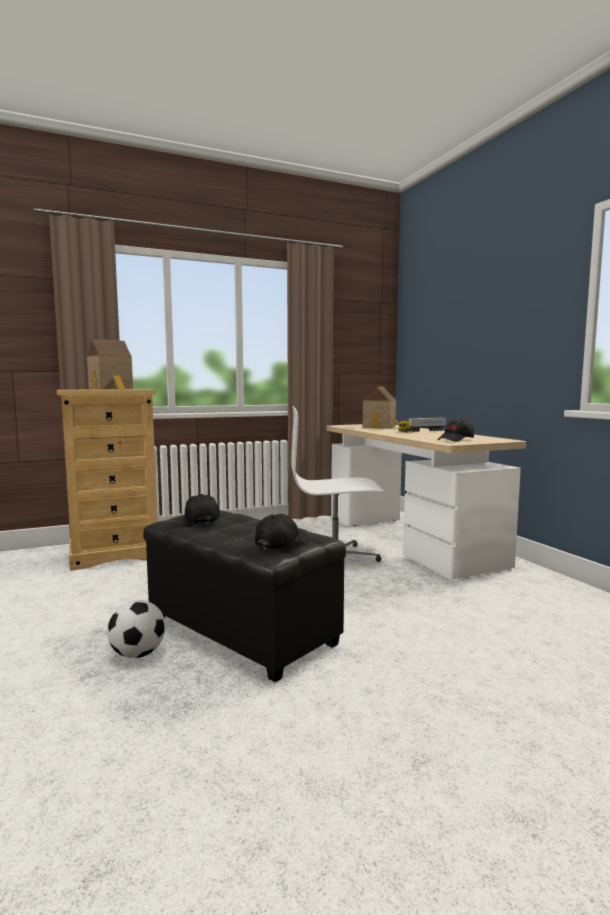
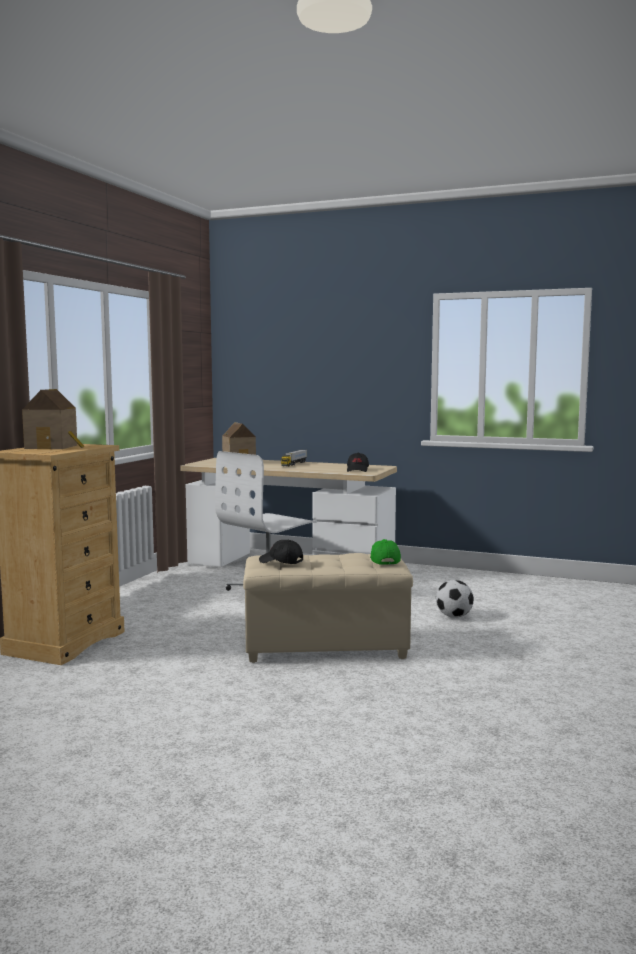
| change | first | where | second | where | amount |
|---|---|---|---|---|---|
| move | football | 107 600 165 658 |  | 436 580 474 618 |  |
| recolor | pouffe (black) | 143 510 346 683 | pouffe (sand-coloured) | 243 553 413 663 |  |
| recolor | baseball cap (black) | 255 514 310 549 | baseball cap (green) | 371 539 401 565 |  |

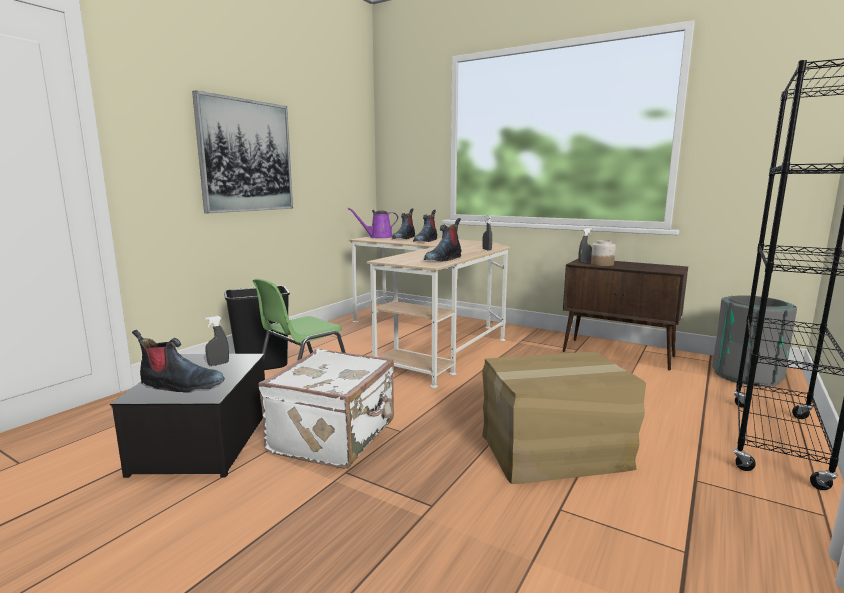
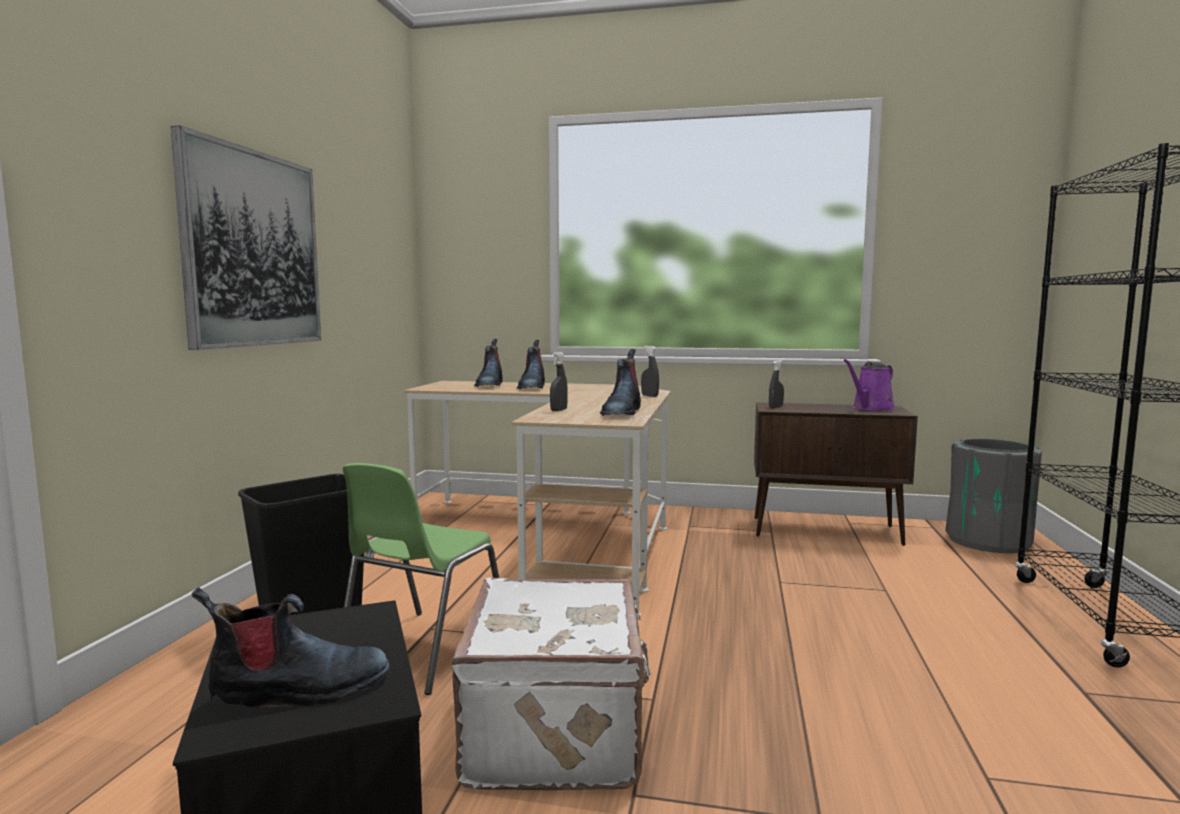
| change | first | where | second | where | amount |
|---|---|---|---|---|---|
| delete | cardboard box | 482 352 646 484 |  |  |  |
| delete | preserve jar | 591 240 616 266 |  |  |  |
| move | spray bottle (grey) | 205 316 229 366 |  | 550 352 568 411 |  |
| move | sprinkling can (purple-coloured) | 348 208 398 238 |  | 844 359 896 411 |  |

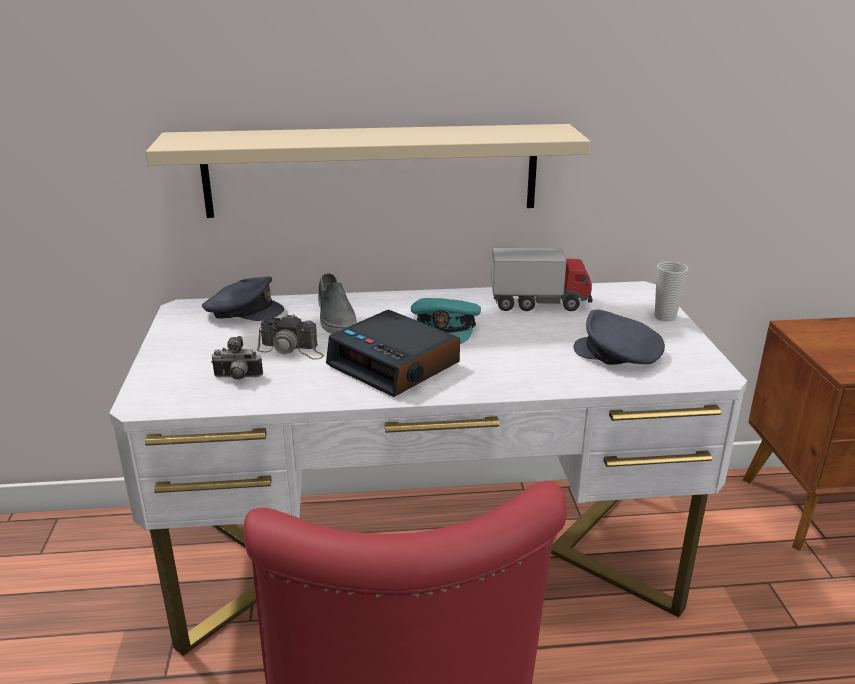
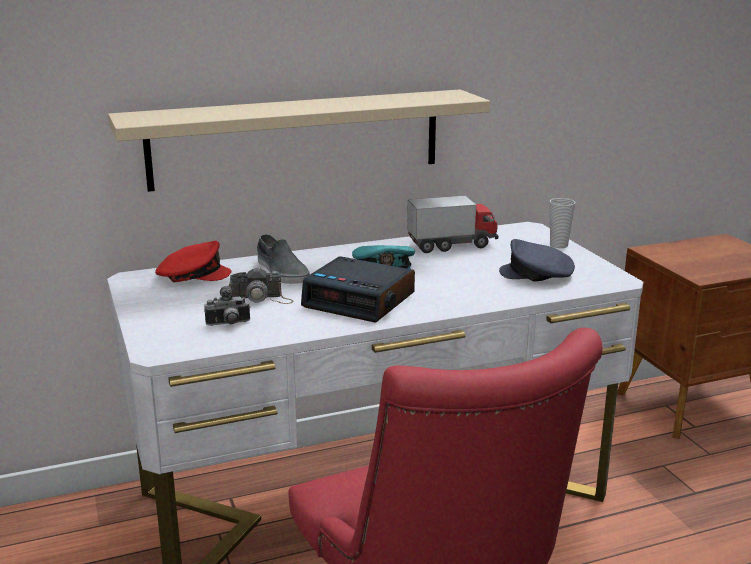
| change | first | where | second | where | amount |
|---|---|---|---|---|---|
| recolor | baseball cap (grey) | 202 276 284 321 | baseball cap (red) | 155 241 231 282 |  |

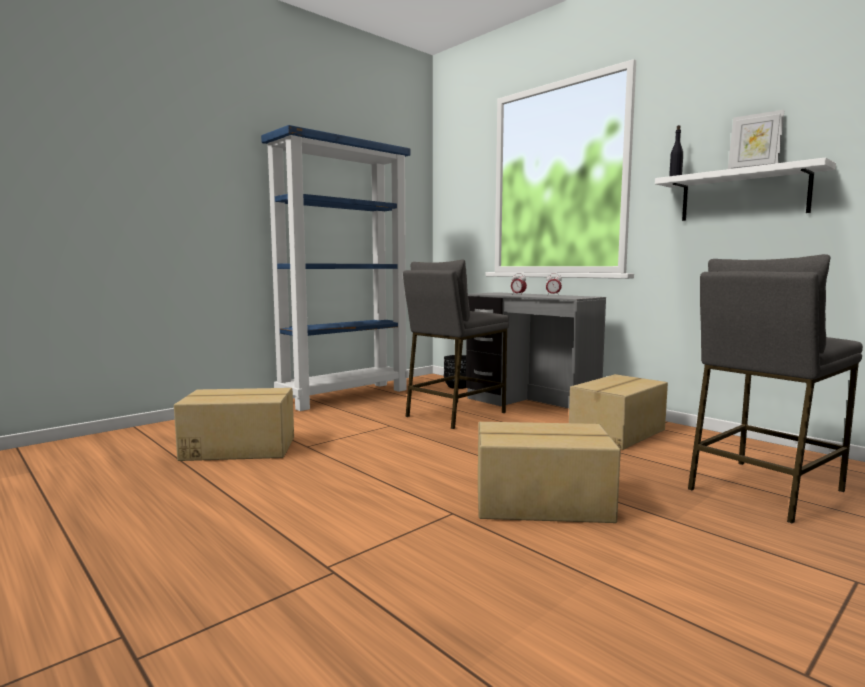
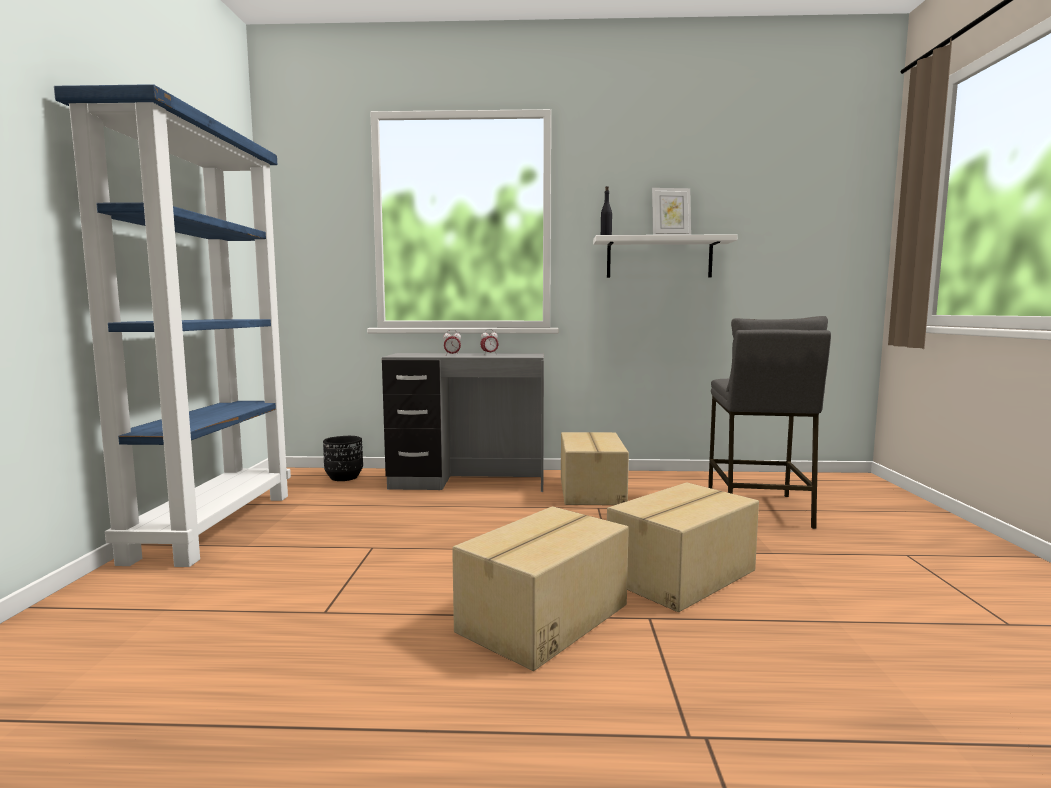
| change | first | where | second | where | amount |
|---|---|---|---|---|---|
| delete | stool seat (grey) | 403 259 509 429 |  |  |  |
| move | cardboard box | 174 388 294 461 |  | 452 506 629 671 |  |

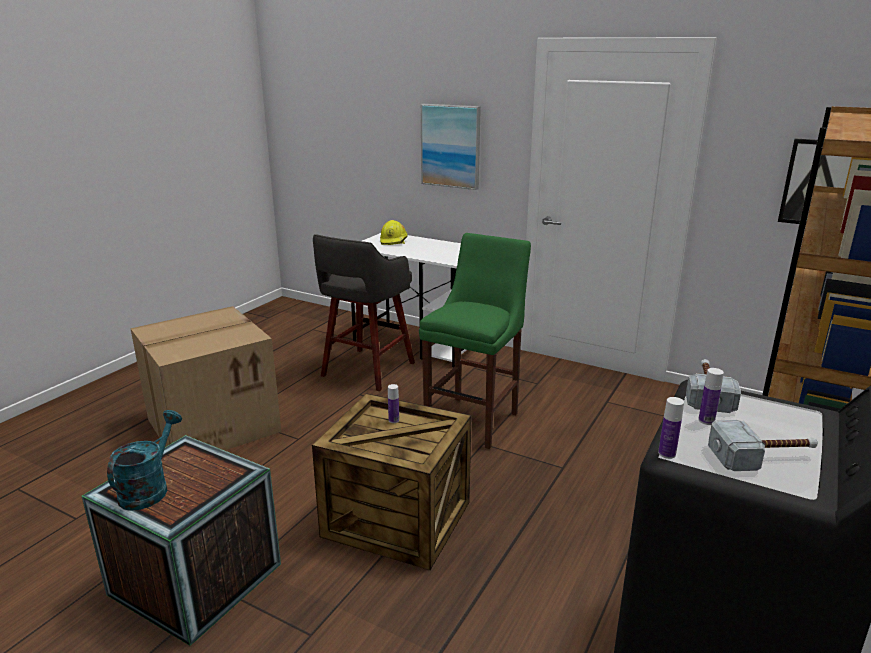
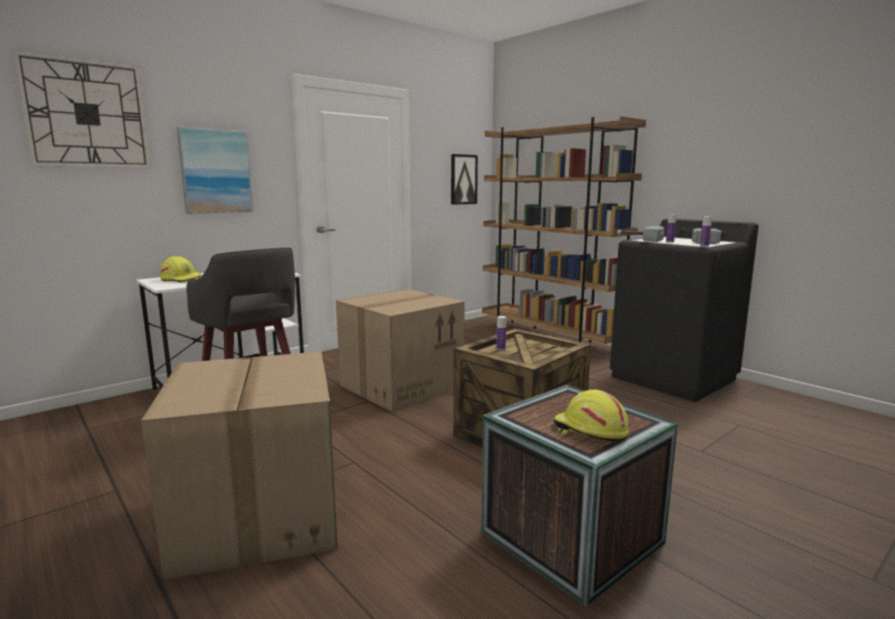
| change | first | where | second | where | amount |
|---|---|---|---|---|---|
| insert |  |  | hanging clock | 13 50 151 168 |  |
| replace | sprinkling can (blue-green) | 107 410 182 511 | work helmet (yellow-coloured) | 554 390 629 442 |  |
| replace | stool seat (green) | 419 233 531 449 | cardboard box | 336 289 465 412 |  |

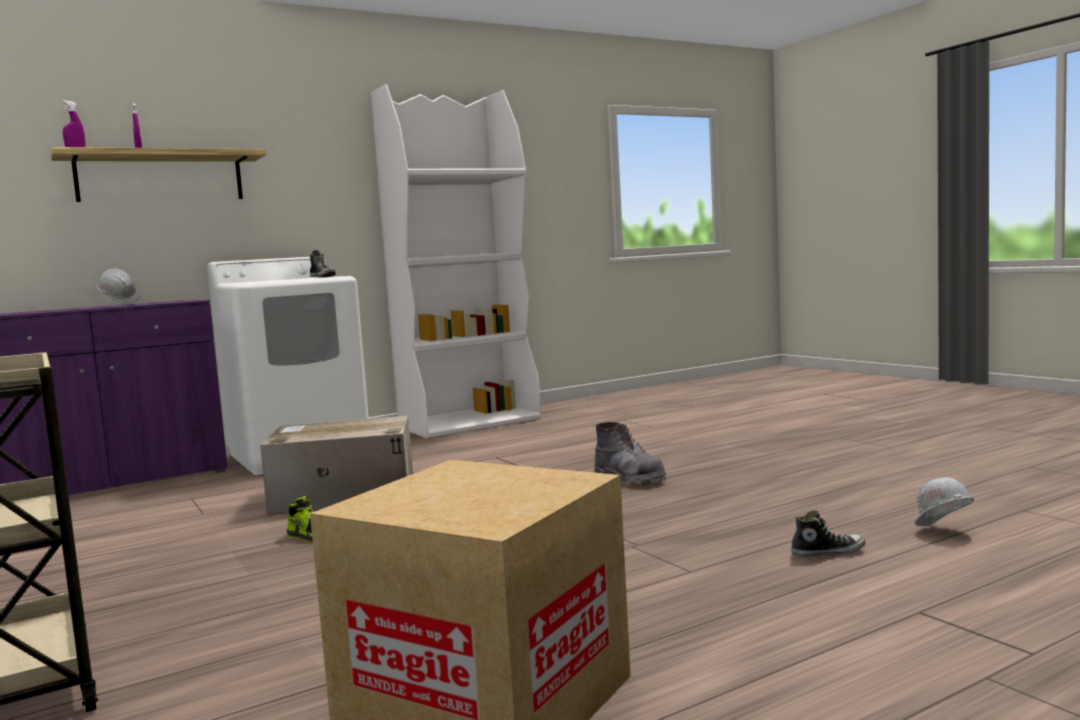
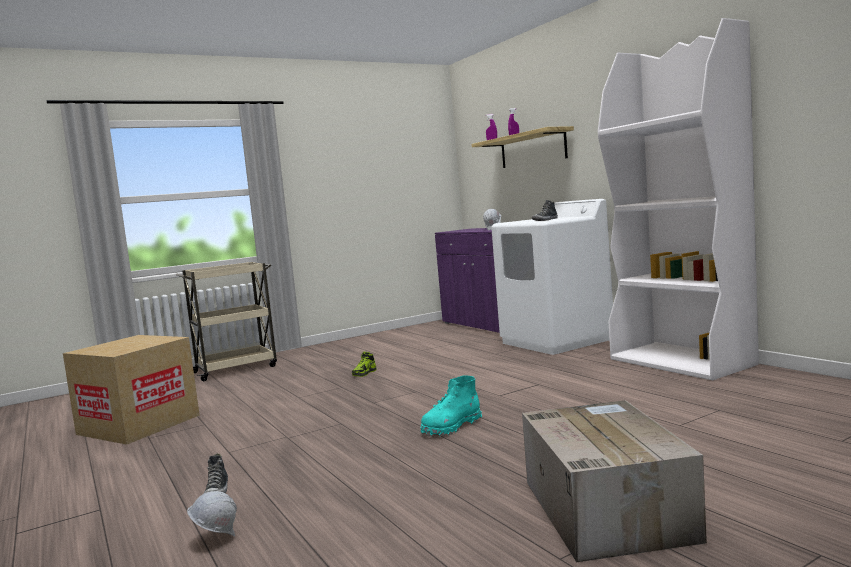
| change | first | where | second | where | amount |
|---|---|---|---|---|---|
| move | cardboard box | 260 416 413 514 |  | 522 400 707 562 |  |
| recolor | high-top boot (grey) | 594 422 666 485 | high-top boot (blue-green) | 420 375 482 437 |  |

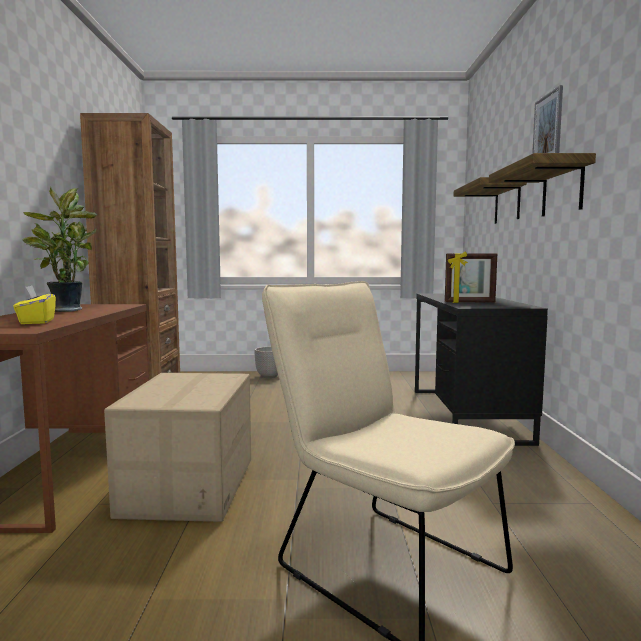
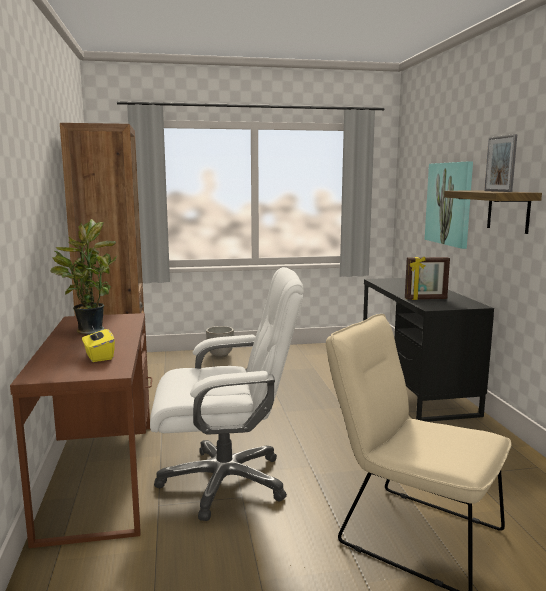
| change | first | where | second | where | amount |
|---|---|---|---|---|---|
| replace | cardboard box | 104 373 251 522 | computer chair (white-coloured) | 150 267 304 521 |  |
| replace | wall shelf | 454 177 527 224 | picture | 425 161 473 249 |  |

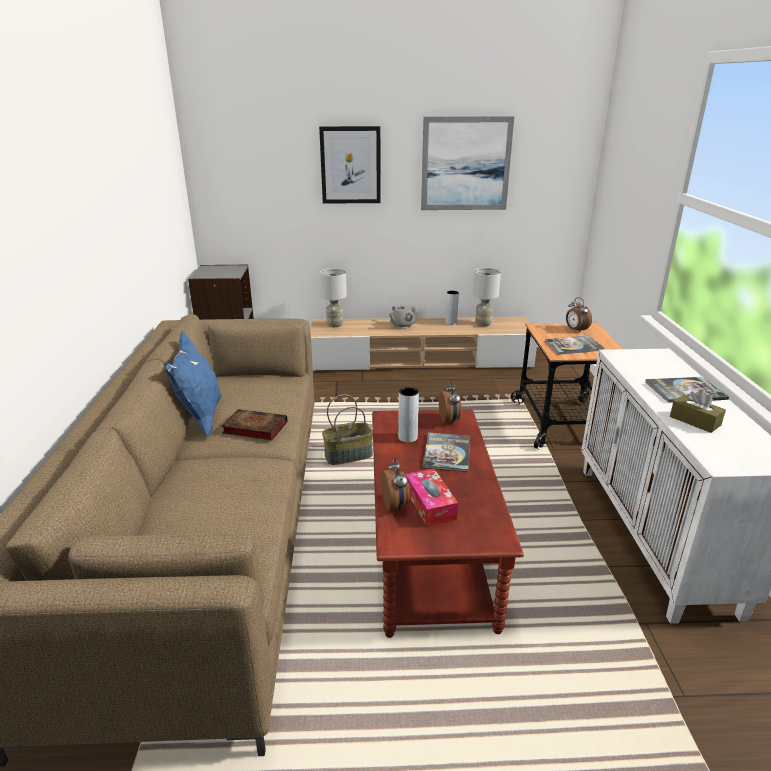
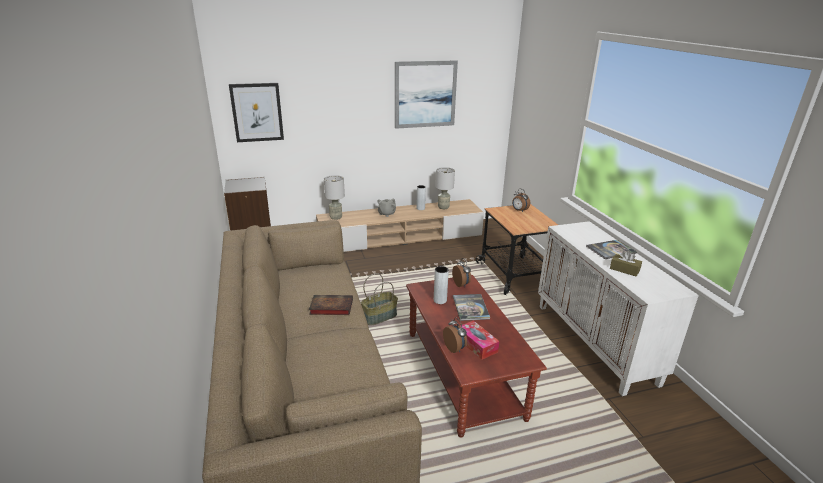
| change | first | where | second | where | amount |
|---|---|---|---|---|---|
| delete | pillow (bluish) | 165 331 222 437 |  |  |  |
| delete | volume | 545 335 604 355 |  |  |  |
| move | picture | 319 126 381 204 |  | 229 83 284 142 |  |

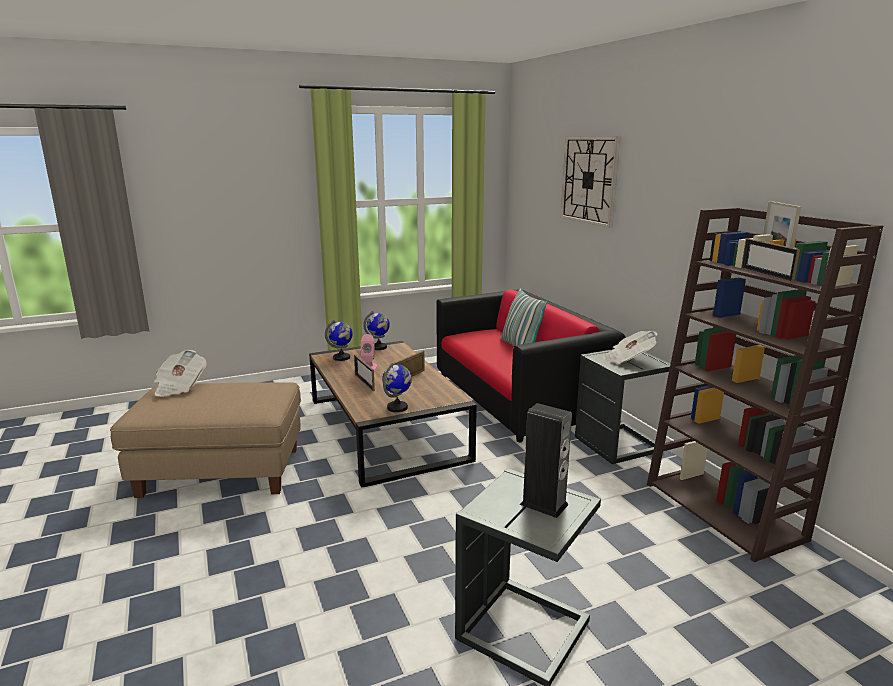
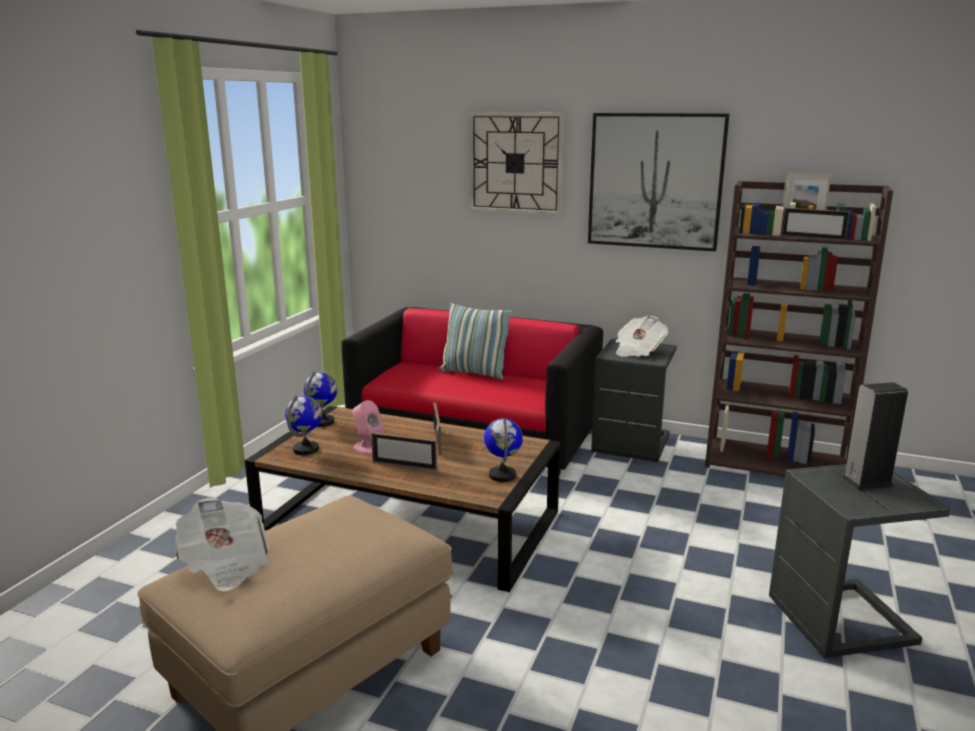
| change | first | where | second | where | amount |
|---|---|---|---|---|---|
| insert |  |  | picture | 588 113 729 252 |  |

